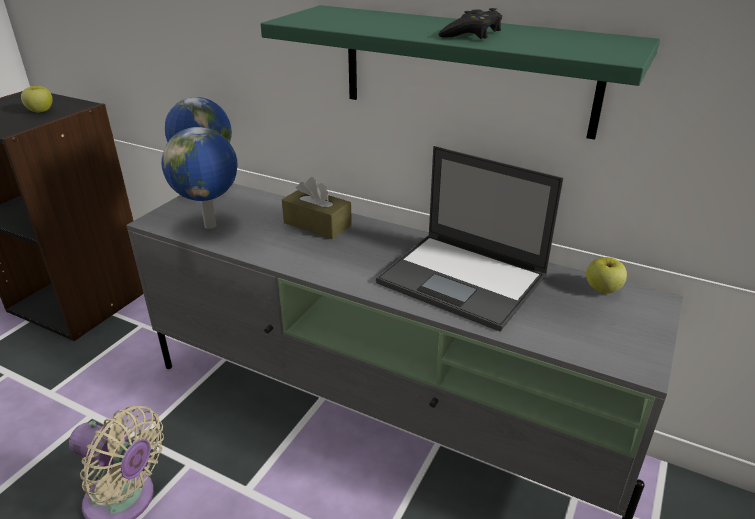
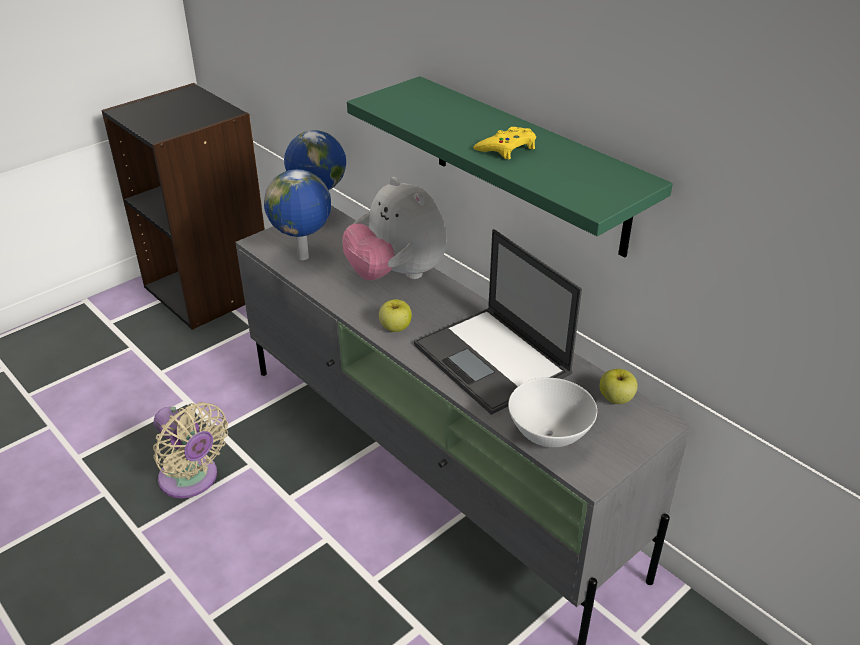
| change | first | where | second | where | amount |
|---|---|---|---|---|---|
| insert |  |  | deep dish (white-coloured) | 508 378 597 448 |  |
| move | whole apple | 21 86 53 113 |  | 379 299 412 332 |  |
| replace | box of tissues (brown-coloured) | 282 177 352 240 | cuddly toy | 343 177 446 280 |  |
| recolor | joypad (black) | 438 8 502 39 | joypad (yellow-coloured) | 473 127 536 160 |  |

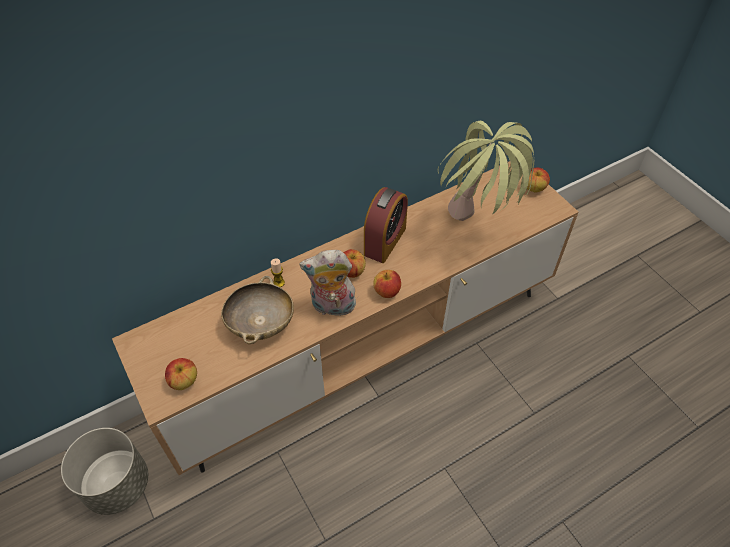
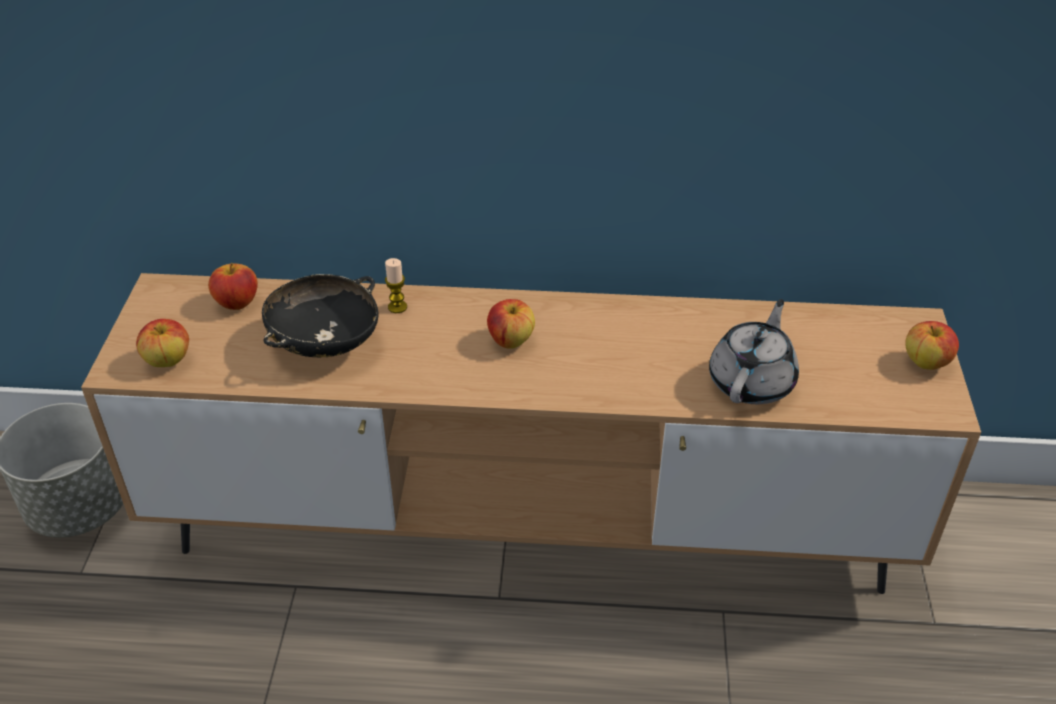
| change | first | where | second | where | amount |
|---|---|---|---|---|---|
| delete | cuddly toy | 299 250 356 316 |  |  |  |
| delete | table clock | 364 187 408 263 |  |  |  |
| move | whole apple | 373 270 401 298 |  | 208 263 258 310 |  |
| replace | plant in a pot | 438 120 534 221 | tea pot (grey) | 709 299 799 404 |  |
| recolor | deep dish (sand-coloured) | 221 276 294 344 | deep dish (black) | 262 274 378 357 |  |

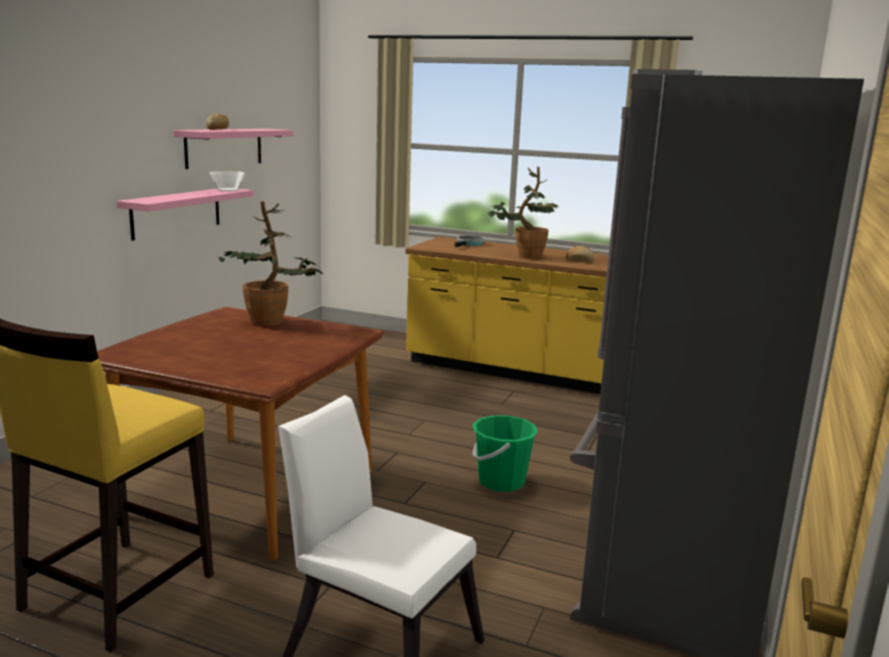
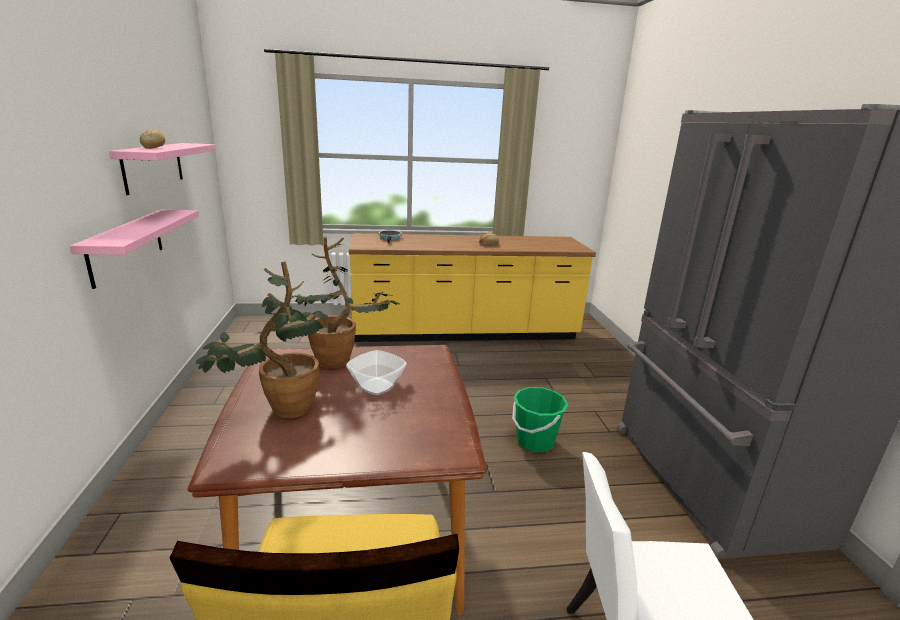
| change | first | where | second | where | amount |
|---|---|---|---|---|---|
| move | deep dish | 210 171 245 191 |  | 346 350 407 395 |  |
| move | plant in a pot | 488 167 559 259 |  | 195 262 328 418 |  |

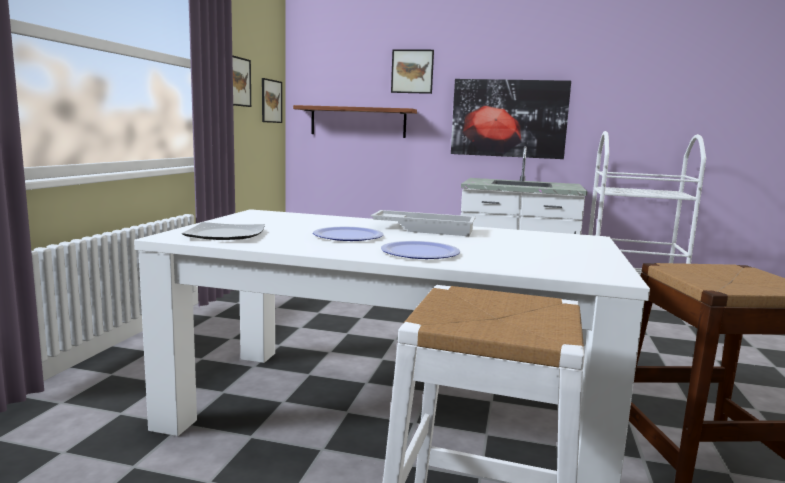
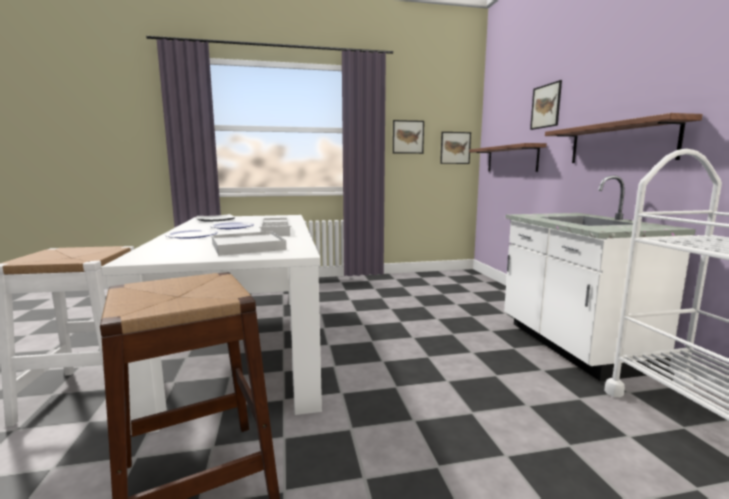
| change | first | where | second | where | amount |
|---|---|---|---|---|---|
| insert |  |  | serving tray (white-coloured) | 212 231 287 256 |  |
| replace | picture | 451 79 571 159 | wall shelf | 545 113 703 163 |  |

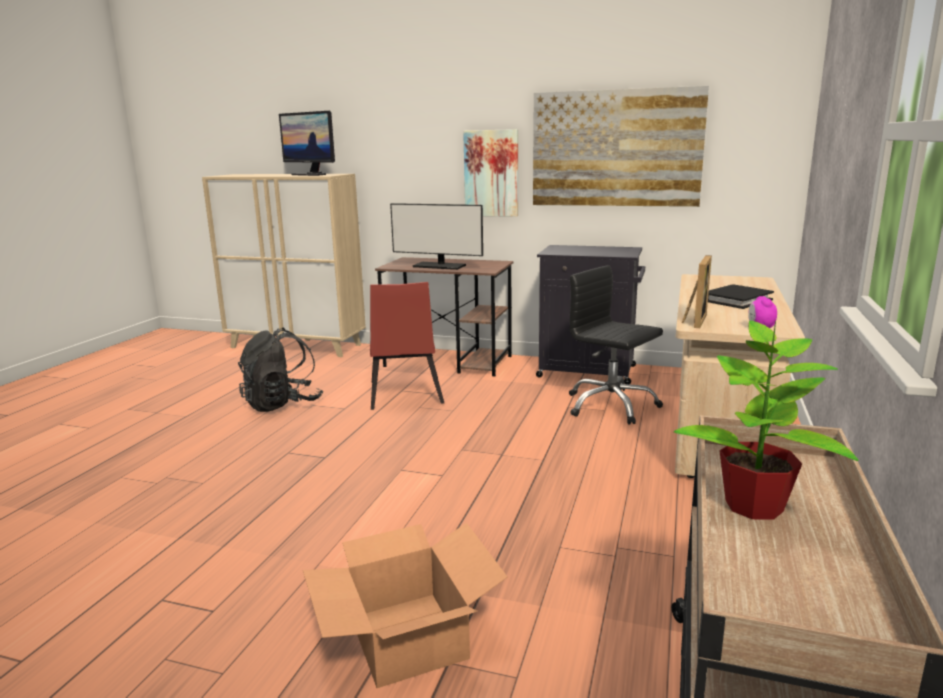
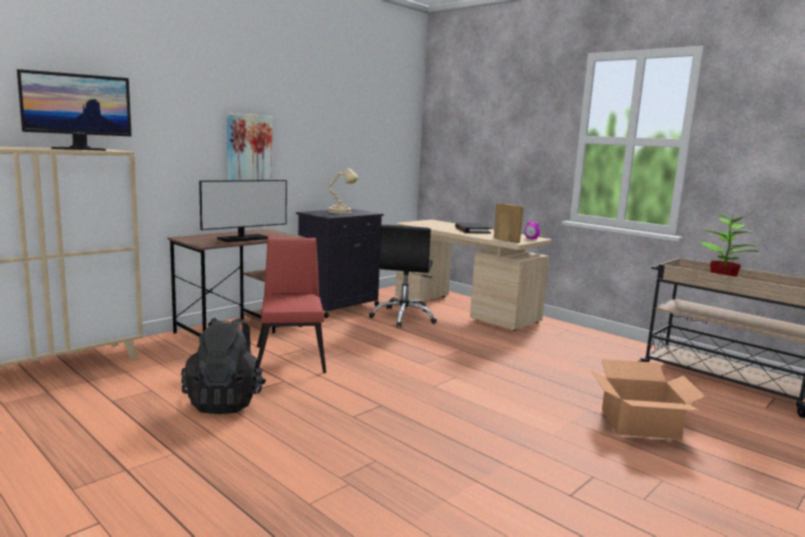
| change | first | where | second | where | amount |
|---|---|---|---|---|---|
| delete | picture | 533 86 709 207 |  |  |  |
| insert |  |  | tabletop lamp (sand-coloured) | 327 168 358 214 |  |
| rotate | plain chair (red) | 370 282 444 410 |  | 257 237 326 373 | 120 degrees counterclockwise |
| rotate | computer chair (black) | 569 265 663 425 |  | 369 225 437 328 | 60 degrees counterclockwise |

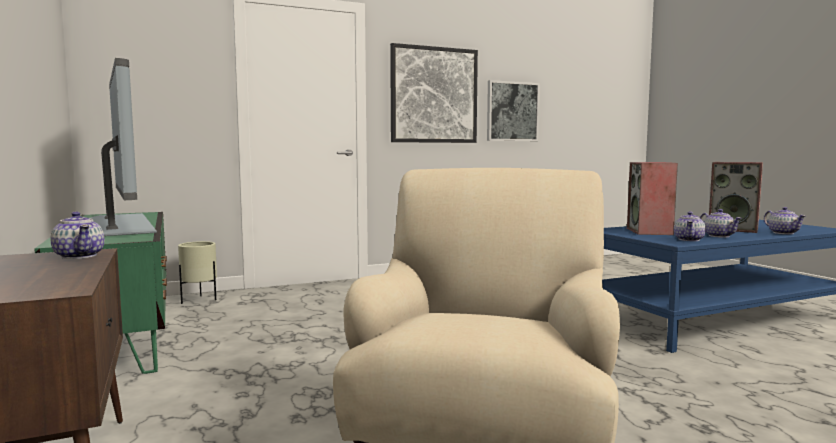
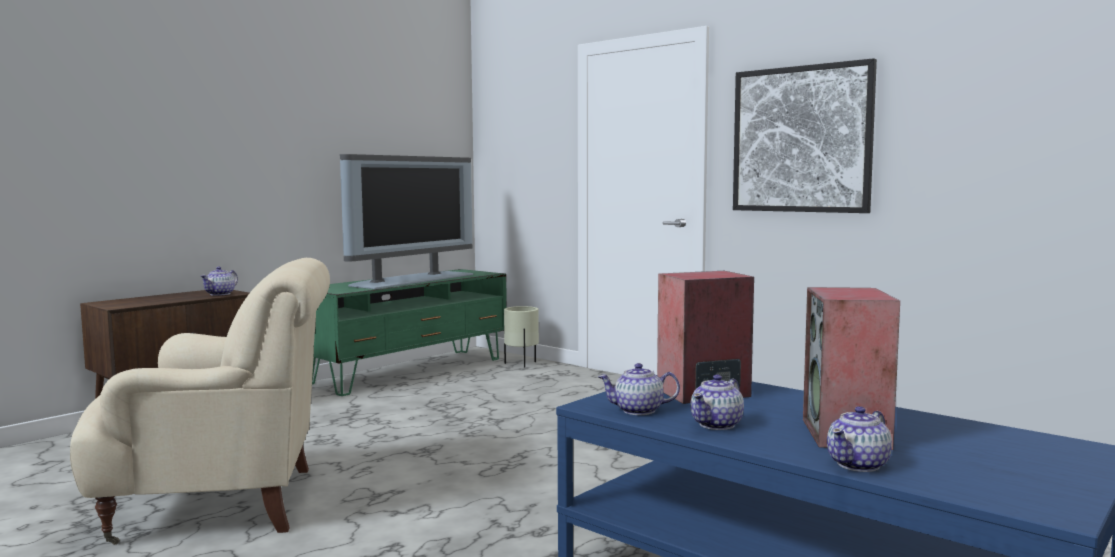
| change | first | where | second | where | amount |
|---|---|---|---|---|---|
| delete | picture | 487 80 540 141 |  |  |  |

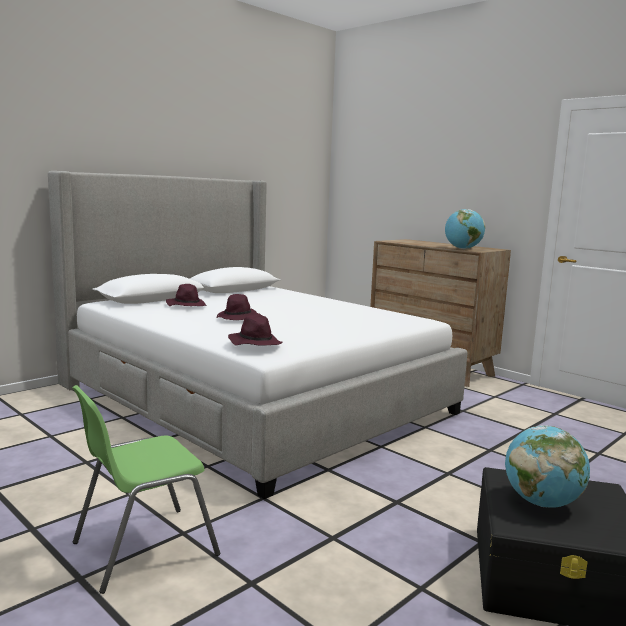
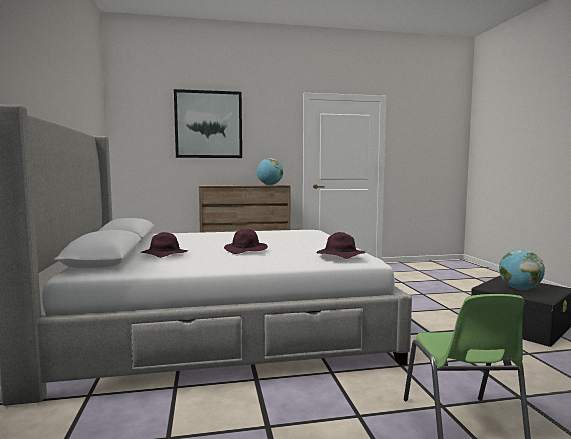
| change | first | where | second | where | amount |
|---|---|---|---|---|---|
| insert |  |  | picture | 174 89 242 158 |  |

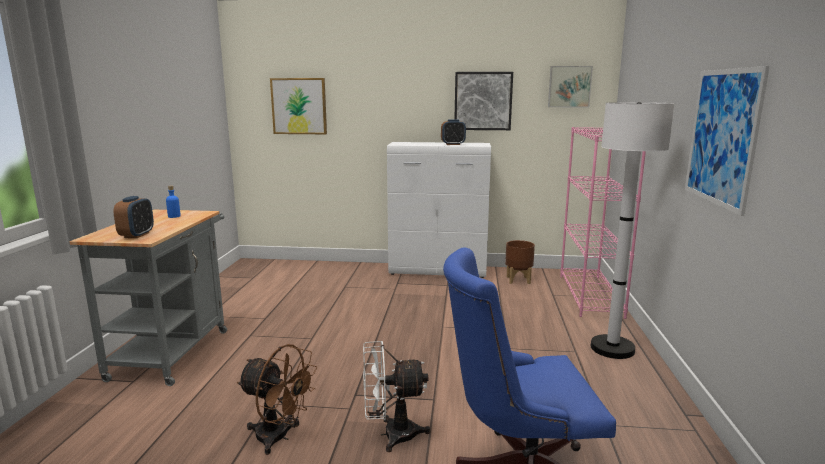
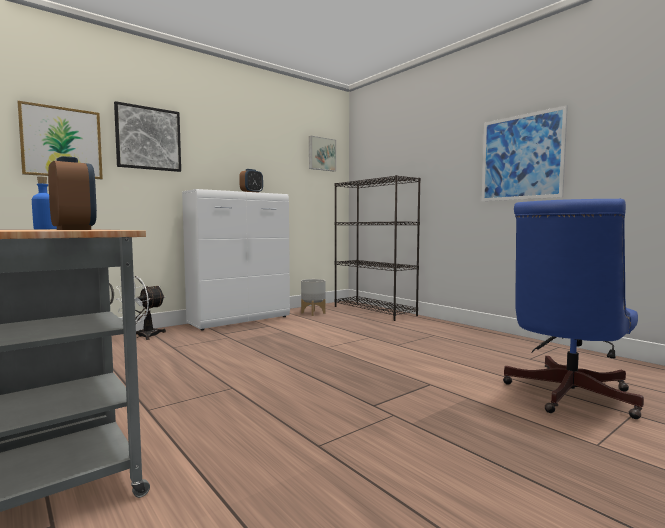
| change | first | where | second | where | amount |
|---|---|---|---|---|---|
| delete | cooling fan (brown-coloured) | 237 344 318 455 |  |  |  |
| delete | standing lamp (white-coloured) | 590 102 675 359 |  |  |  |
| move | cooling fan (white-coloured) | 363 341 431 452 |  | 115 276 166 340 |  |
| move | picture | 454 72 513 130 |  | 114 101 181 172 |  |
| recolor | plant pot (brown-coloured) | 505 240 535 284 | plant pot (grey) | 301 279 325 316 |  |
| recolor | shelving unit (pink) | 560 127 646 319 | shelving unit (black) | 334 175 421 321 |  |

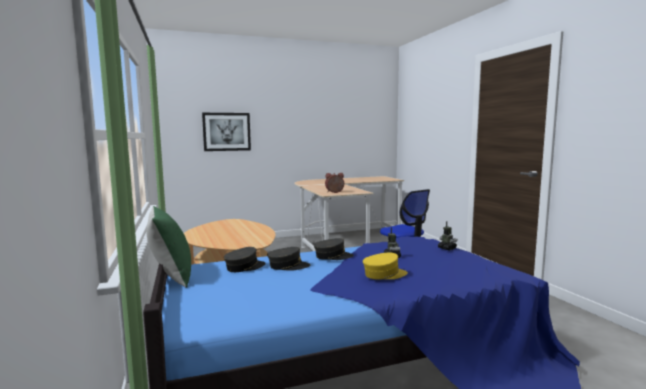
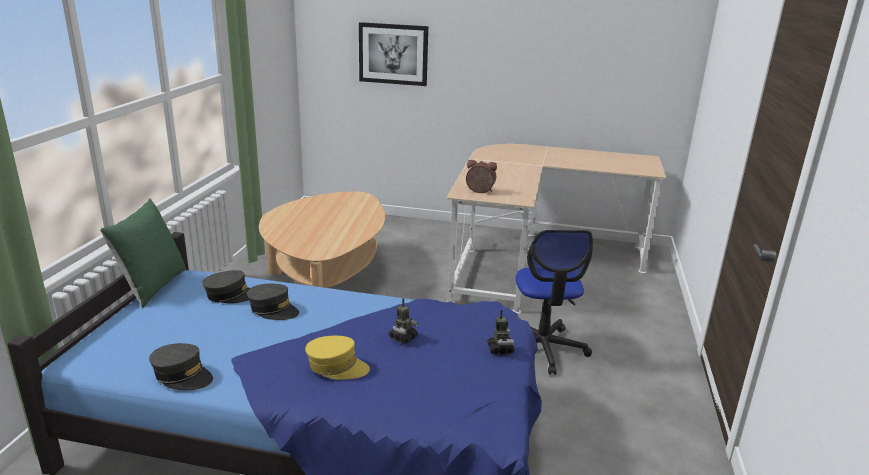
| change | first | where | second | where | amount |
|---|---|---|---|---|---|
| move | baseball cap (grey) | 314 238 354 260 |  | 149 343 213 390 |  |

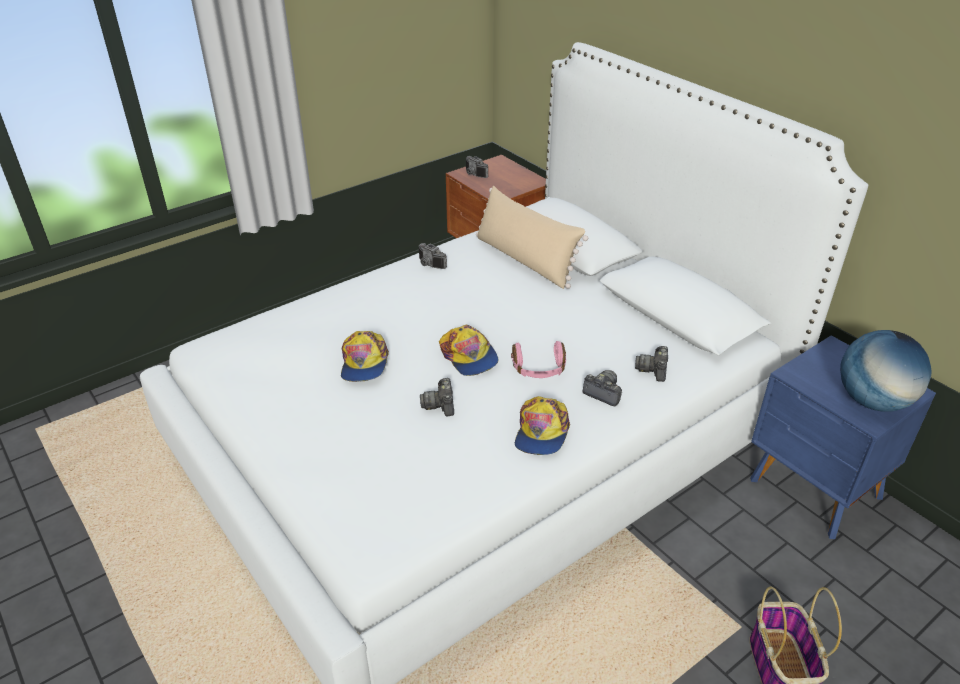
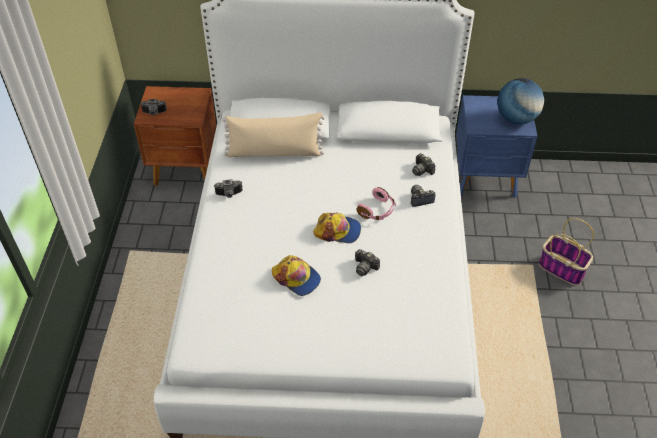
| change | first | where | second | where | amount |
|---|---|---|---|---|---|
| delete | baseball cap | 515 396 570 455 |  |  |  |

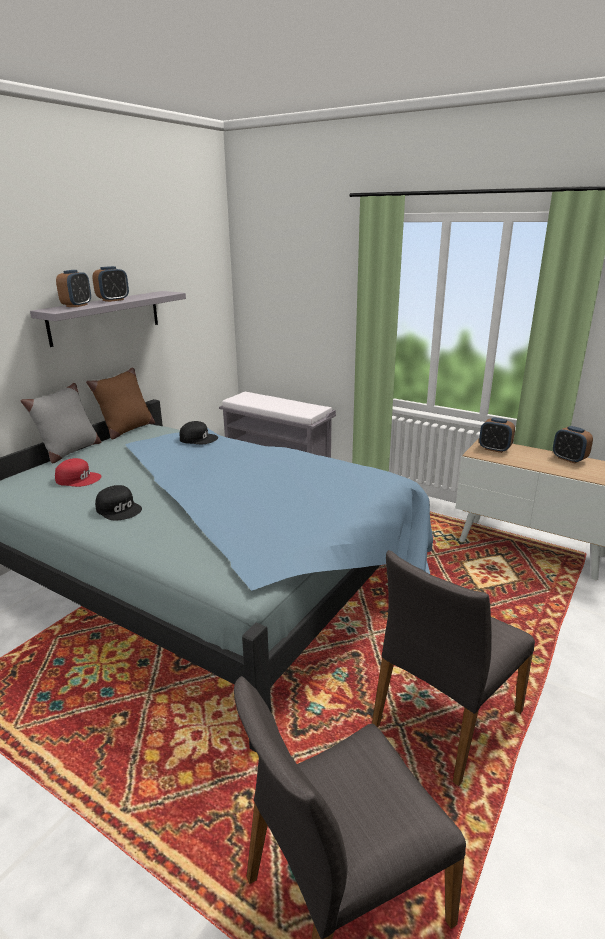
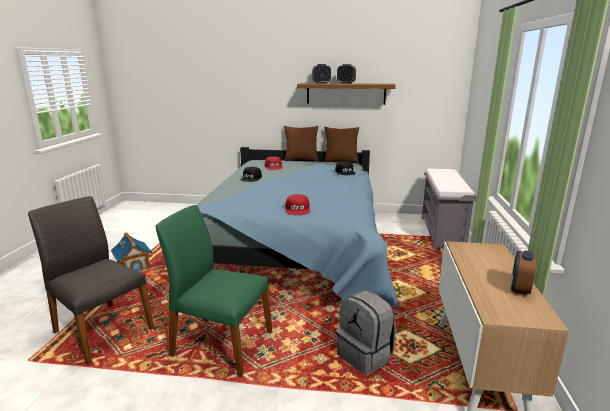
| change | first | where | second | where | amount |
|---|---|---|---|---|---|
| delete | table clock | 479 417 515 453 |  |  |  |
| insert |  |  | toy house | 111 233 152 272 |  |
| insert |  |  | baseball cap (red) | 285 194 310 215 |  |
| insert |  |  | backpack (grey) | 336 290 396 375 |  |
| recolor | pillow (grey) | 20 383 102 464 | pillow (brown-coloured) | 284 126 318 162 |  |
| recolor | wall shelf (grey) | 30 291 186 347 | wall shelf (brown-coloured) | 297 83 396 105 |  |
| recolor | plain chair (grey) | 372 550 535 786 | plain chair (green) | 155 205 272 377 |  |

